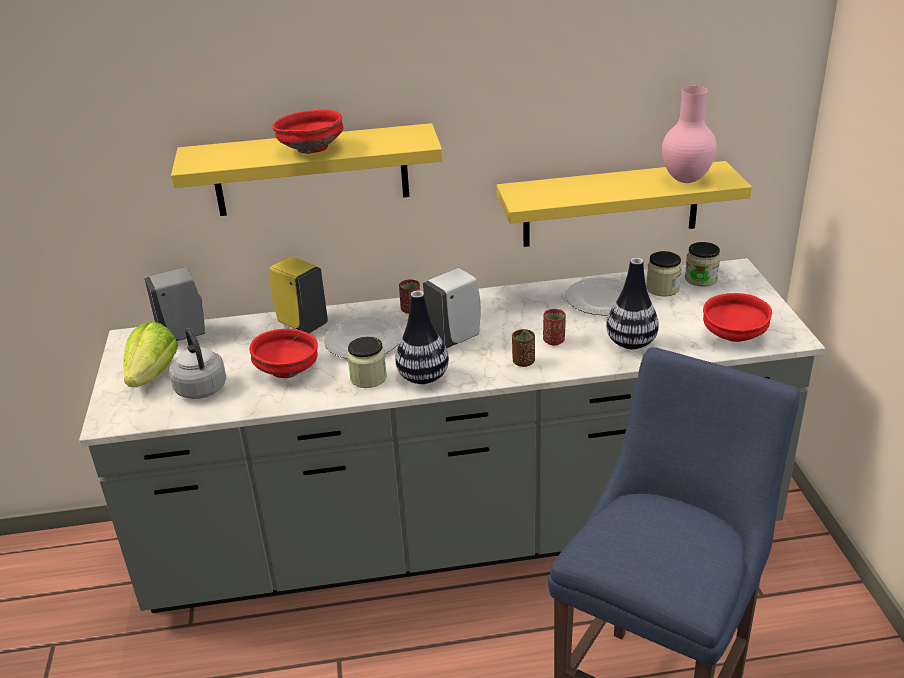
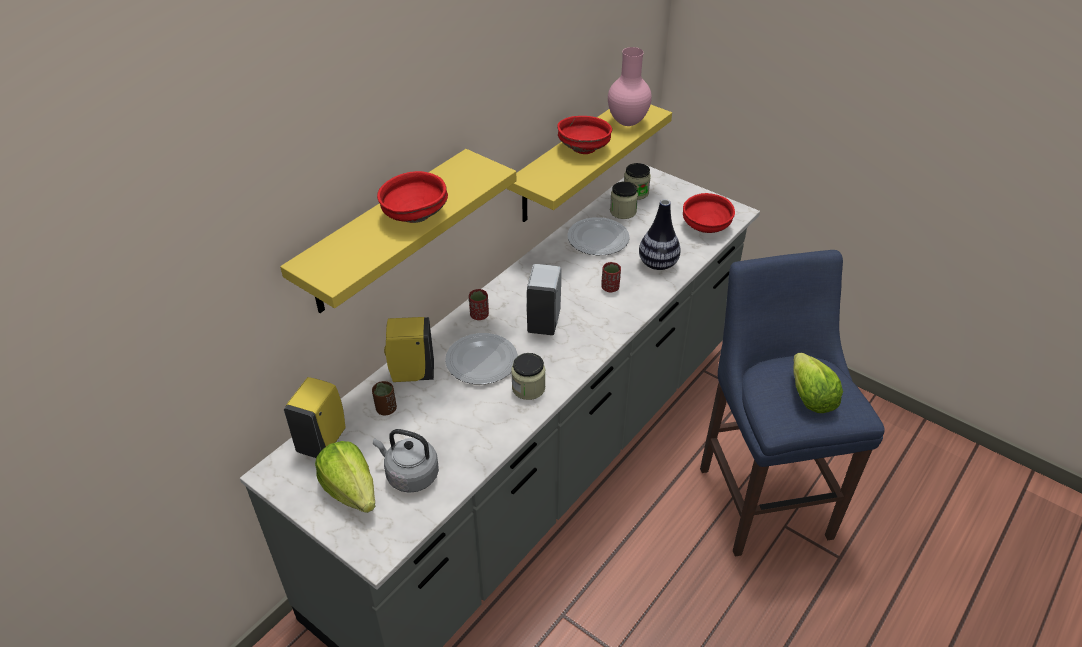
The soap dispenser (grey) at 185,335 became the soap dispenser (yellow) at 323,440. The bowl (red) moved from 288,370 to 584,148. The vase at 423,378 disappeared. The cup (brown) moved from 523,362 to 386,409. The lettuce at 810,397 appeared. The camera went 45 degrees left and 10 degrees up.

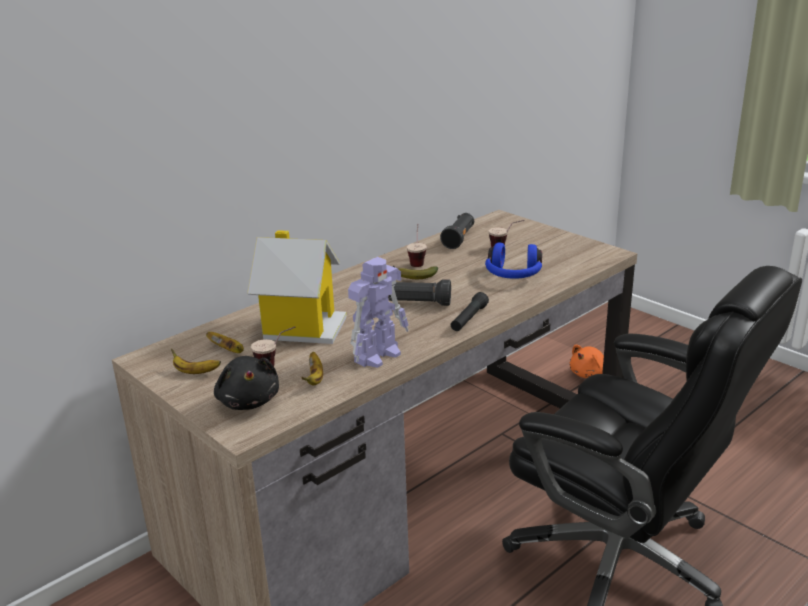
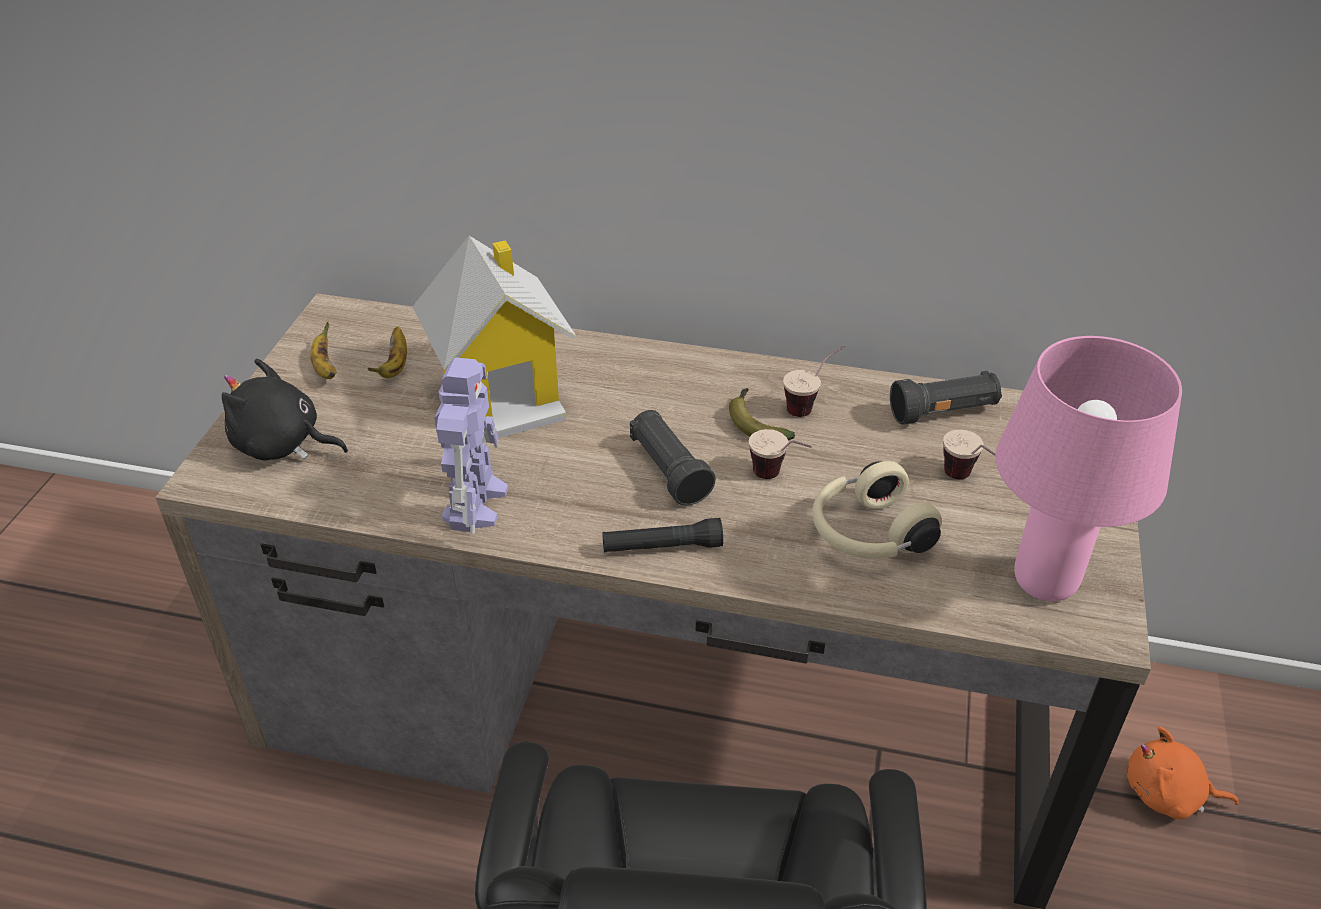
The plush toy (black) at 249,401 turned 75 degrees clockwise. The cup moved from 276,365 to 778,479. The banana at 315,378 disappeared. The toy robot at 378,355 turned 90 degrees counterclockwise. The headphones (blue) at 513,275 became the headphones (beige) at 867,534. The table lamp (pink) at 1046,582 appeared. The camera went 55 degrees right and 15 degrees up.

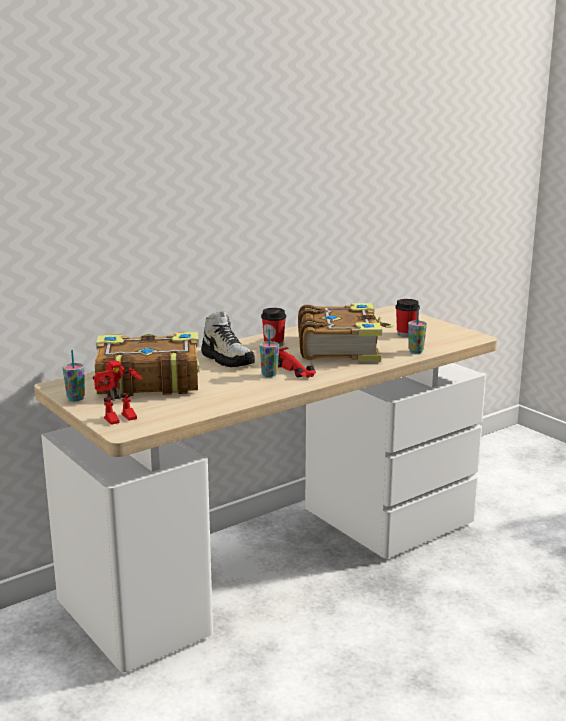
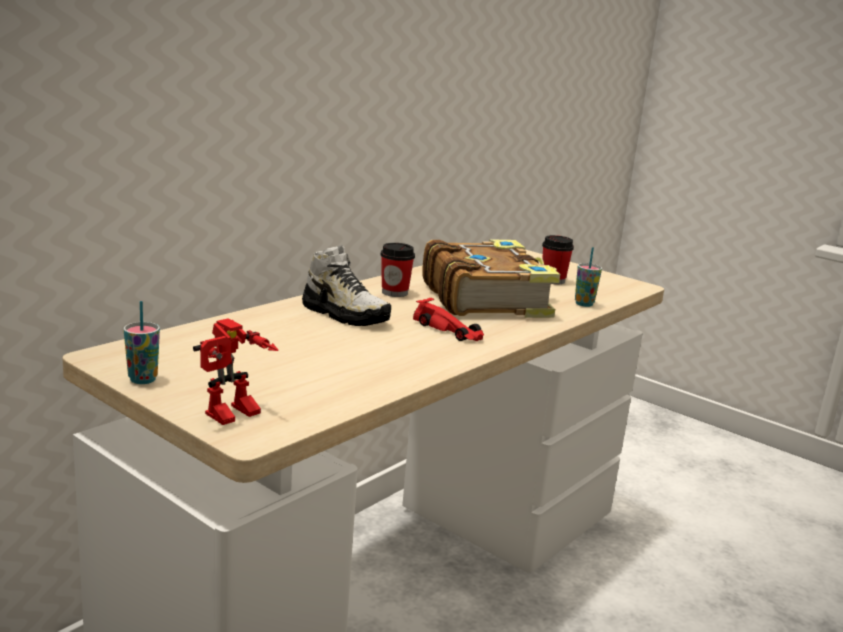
The book at 147,381 disappeared. The cup at 269,374 disappeared. The camera went 15 degrees left and 0 degrees up.

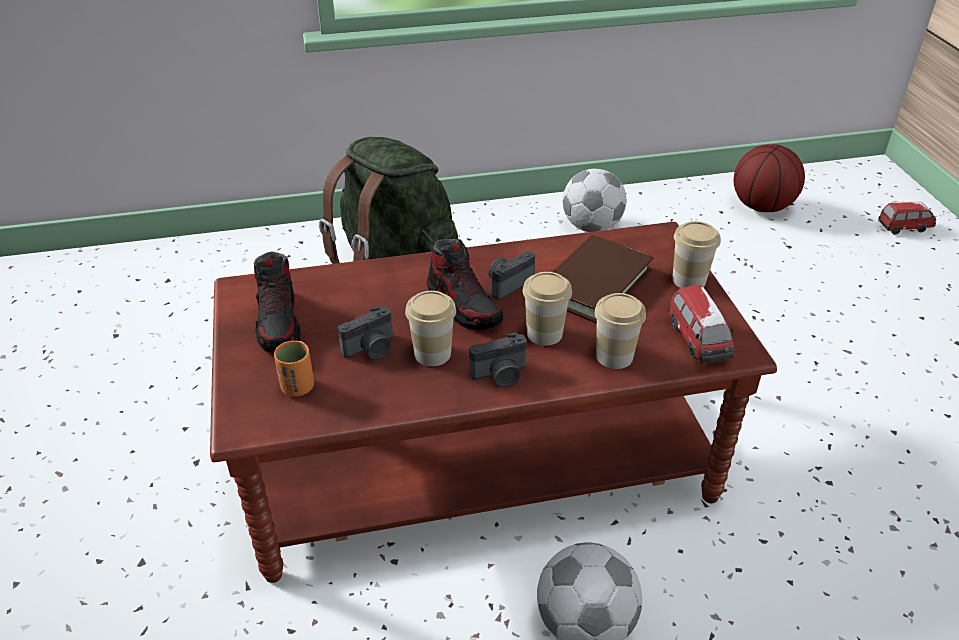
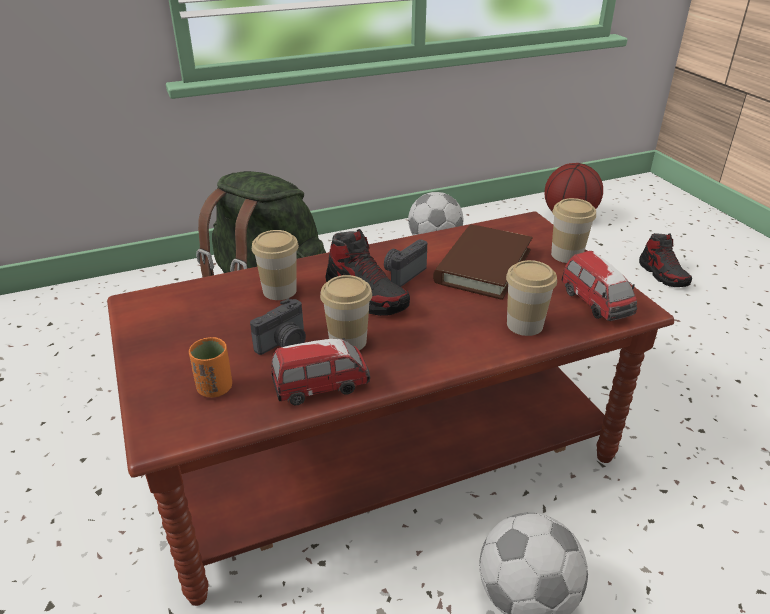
The shoe moved from 279,323 to 663,274. The photo camera at 500,375 disappeared. The cup moved from 544,333 to 279,291. The toy car moved from 904,227 to 321,386. The camera went 10 degrees left and 5 degrees down.

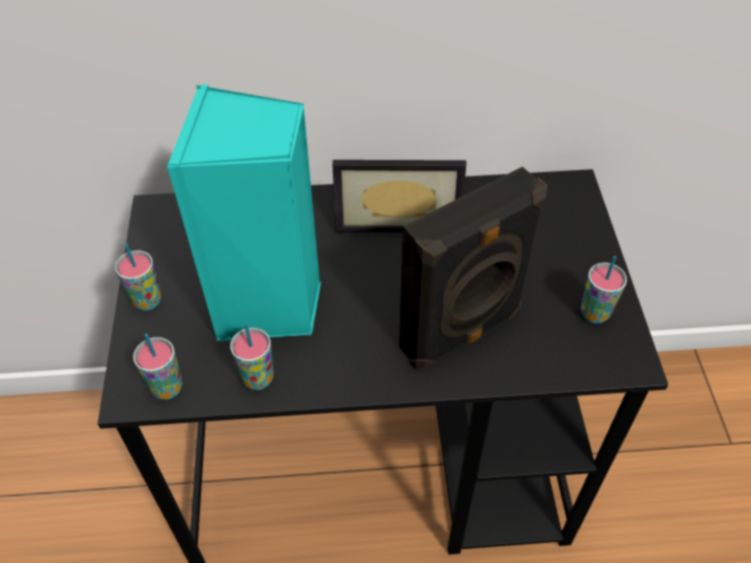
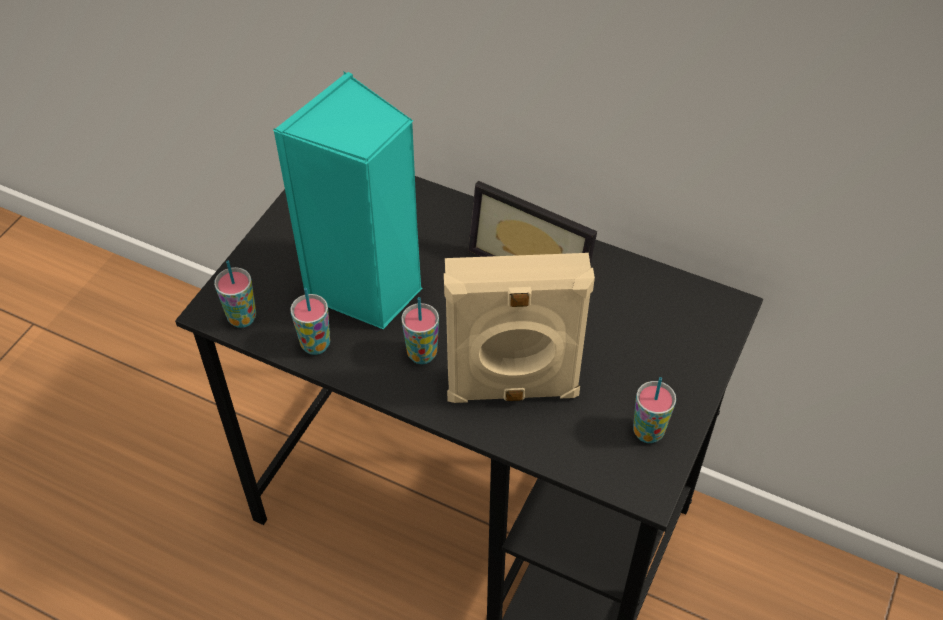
The cup moved from 147,301 to 422,354. The speaker (black) at 462,333 became the speaker (beige) at 512,390. The camera went 30 degrees right and 0 degrees up.

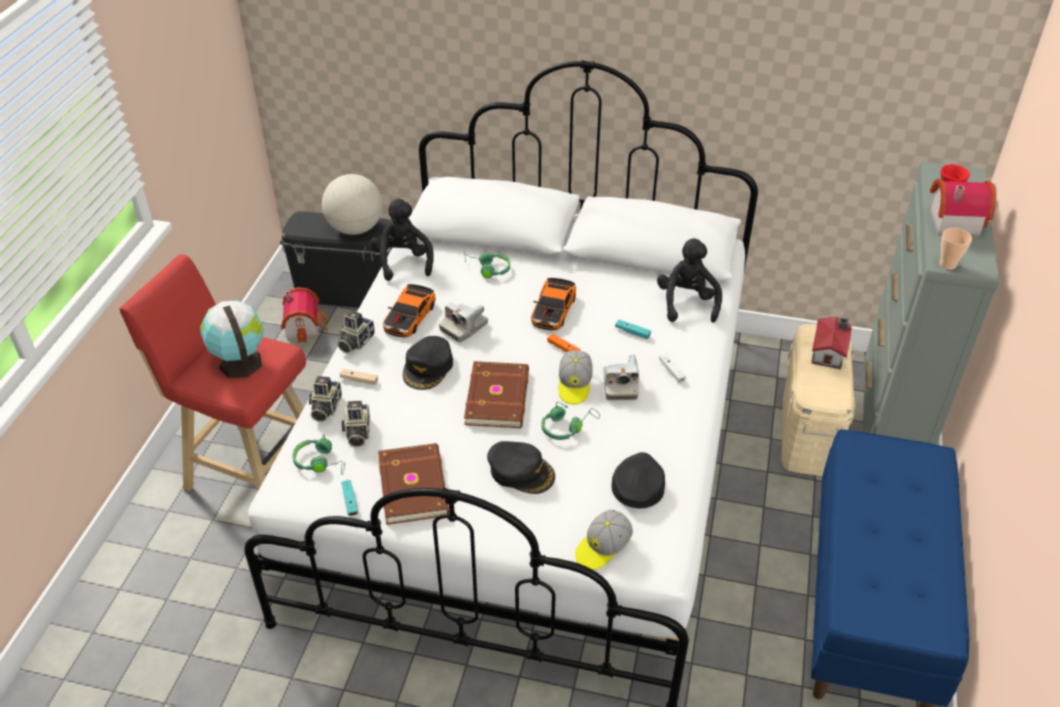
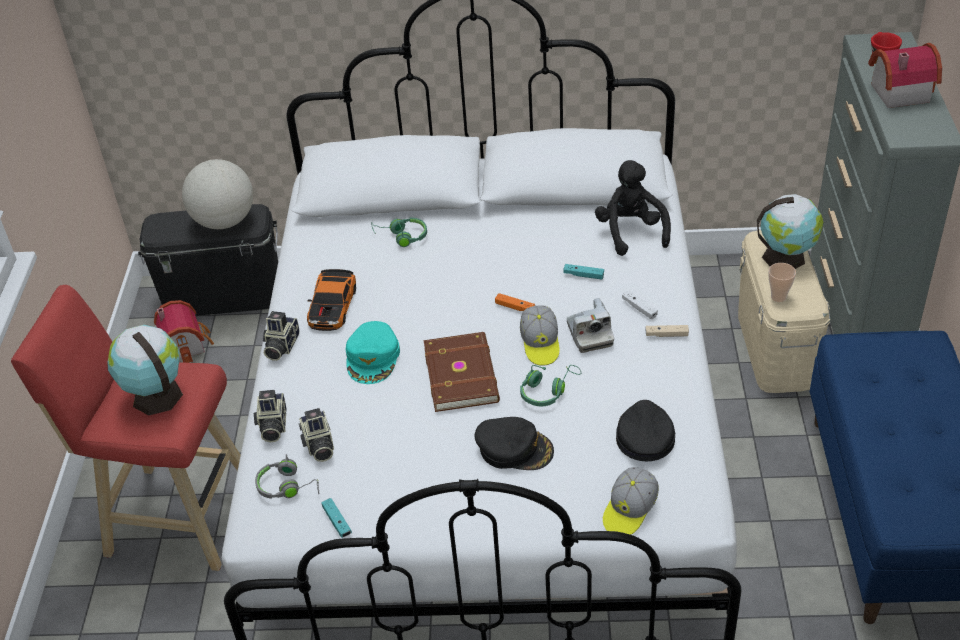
The headphones (green) at 320,462 became the headphones (grey) at 288,486. The game controller (beige) moved from 359,380 to 666,335. The plush toy (black) at 403,261 disappeared. The book (brown) at 415,485 disappeared. The cap (black) at 428,367 became the cap (turquoise) at 373,358. The photo camera at 464,327 disappeared. The toy car at 554,310 disappeared. The toy house at 829,352 was replaced by the globe at 786,257. The cup moved from 947,264 to 778,297. The camera went 10 degrees left and 0 degrees up.

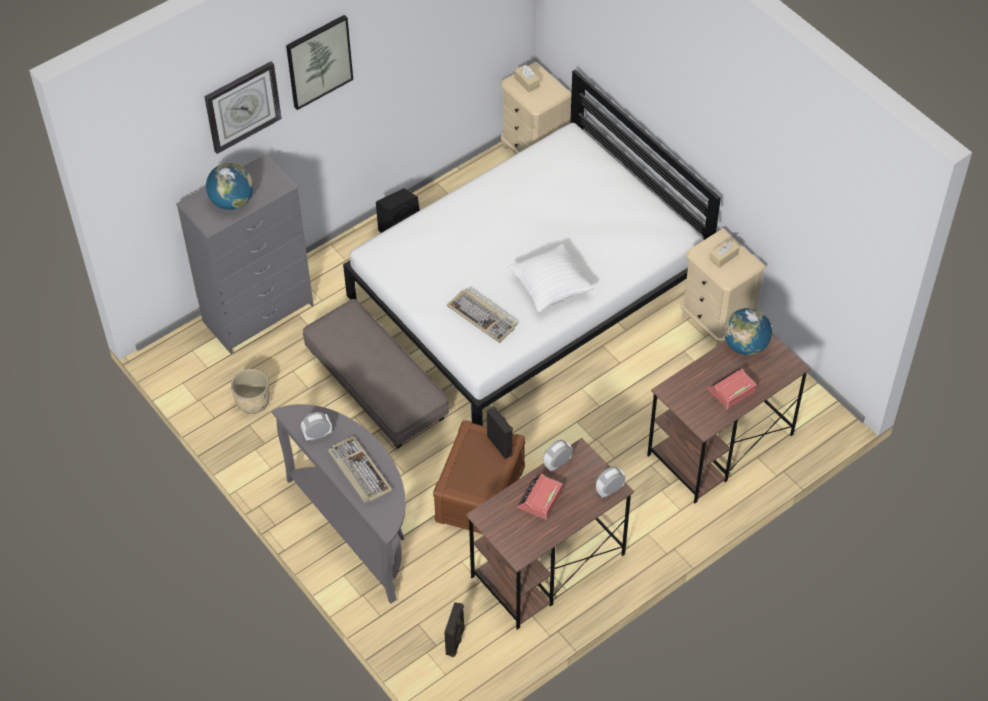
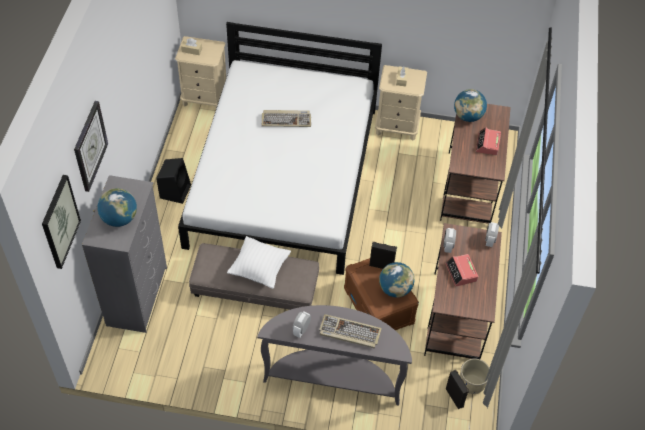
The planter (beige) moved from 252,402 to 471,383. The picture moved from 318,61 to 59,221. The keyboard moved from 483,317 to 286,120. The pillow (white) moved from 550,289 to 259,269. The globe at 395,289 appeared. The camera went 45 degrees left and 0 degrees up.

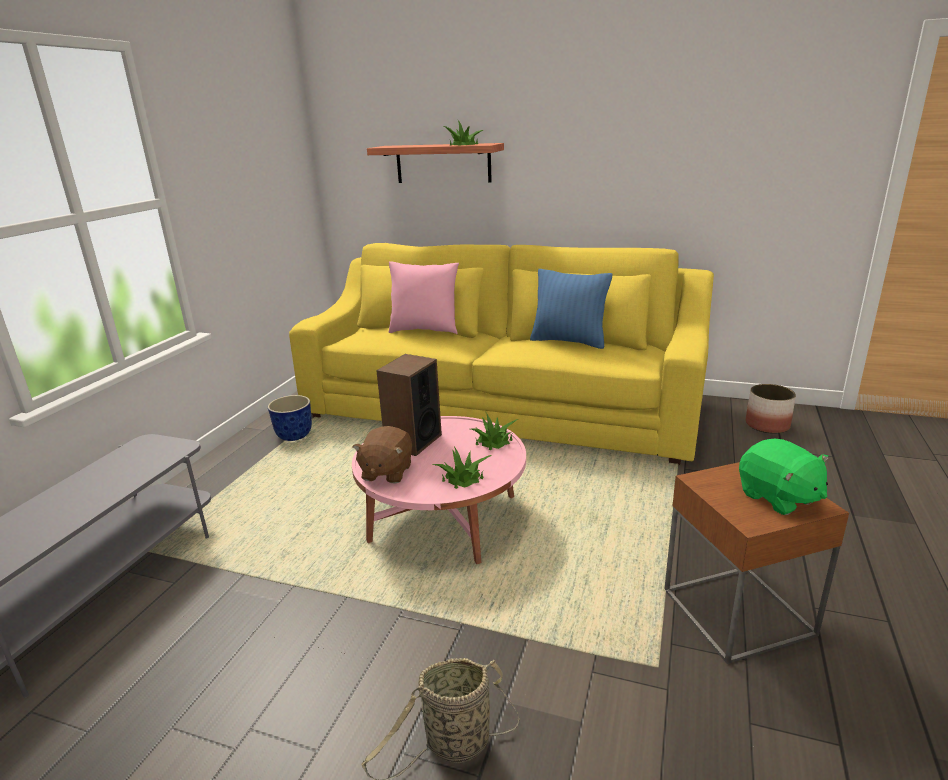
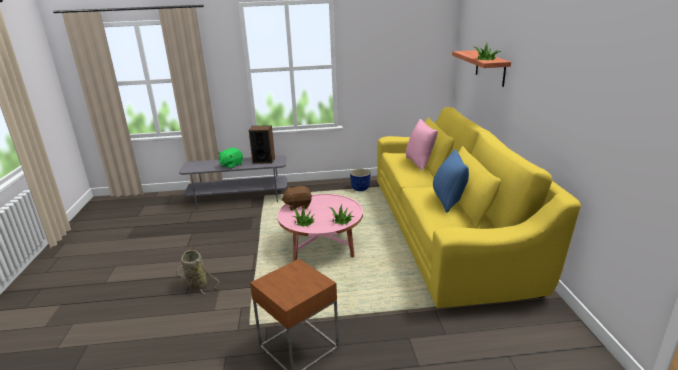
The speaker moved from 413,441 to 263,160. The plush toy (green) moved from 778,497 to 231,165. The planter at 767,425 disappeared. The camera went 65 degrees right and 0 degrees up.

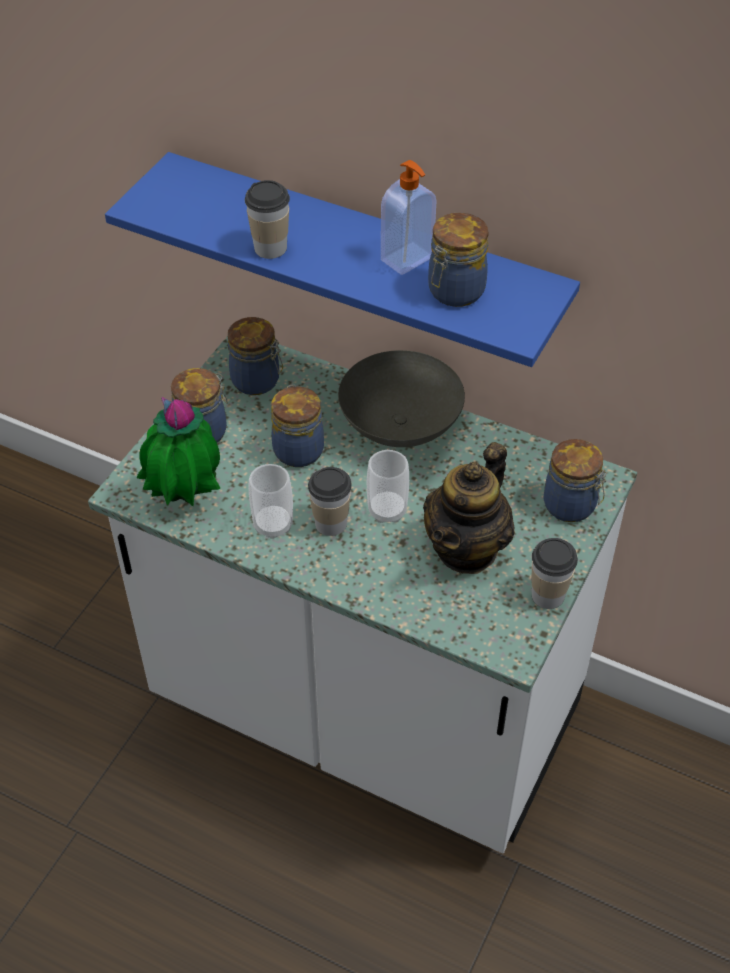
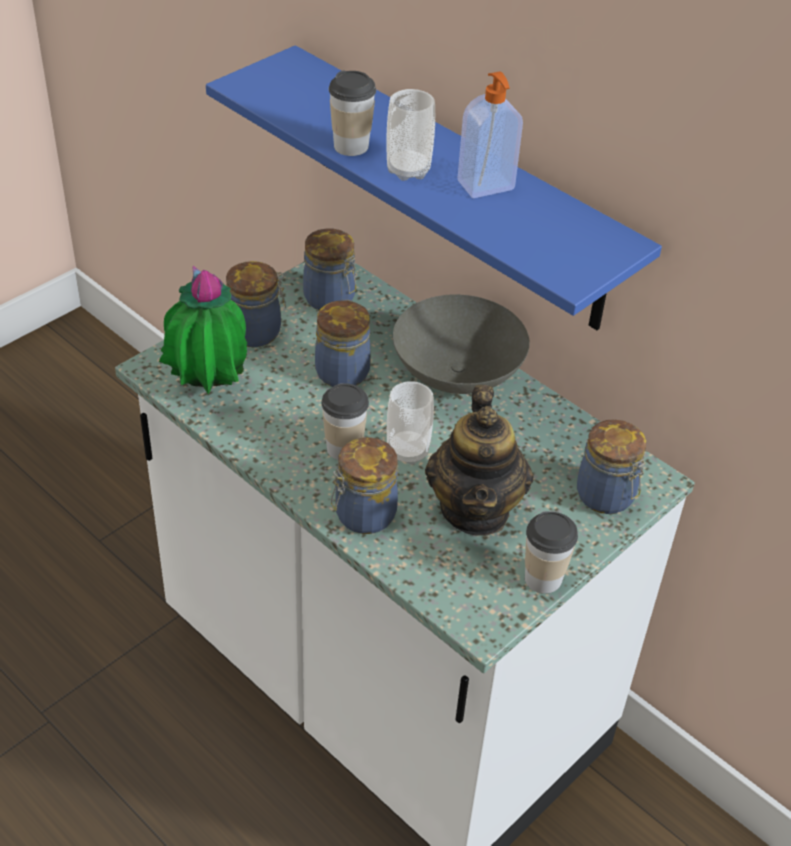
The cup moved from 273,525 to 408,170. The teapot at 467,548 turned 45 degrees counterclockwise. The jar moved from 454,292 to 362,515. The camera went 15 degrees right and 5 degrees down.

